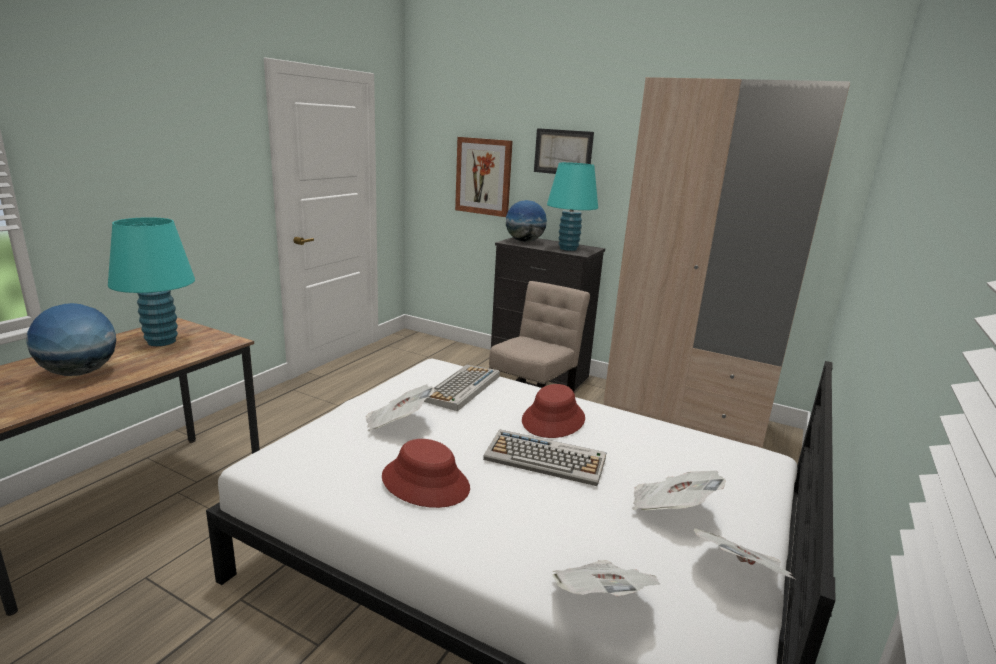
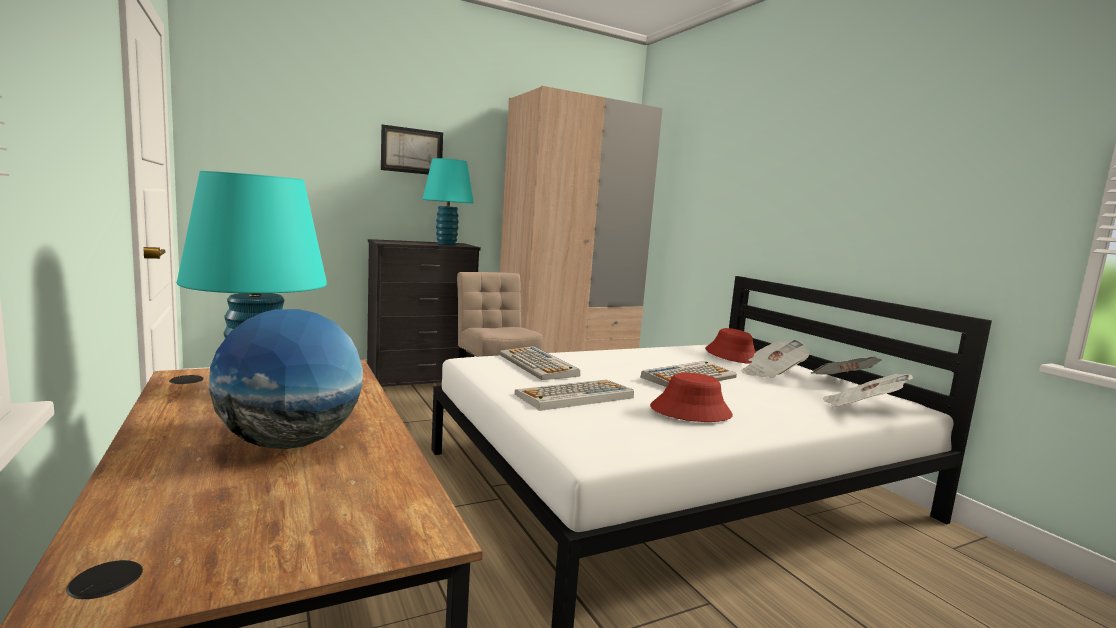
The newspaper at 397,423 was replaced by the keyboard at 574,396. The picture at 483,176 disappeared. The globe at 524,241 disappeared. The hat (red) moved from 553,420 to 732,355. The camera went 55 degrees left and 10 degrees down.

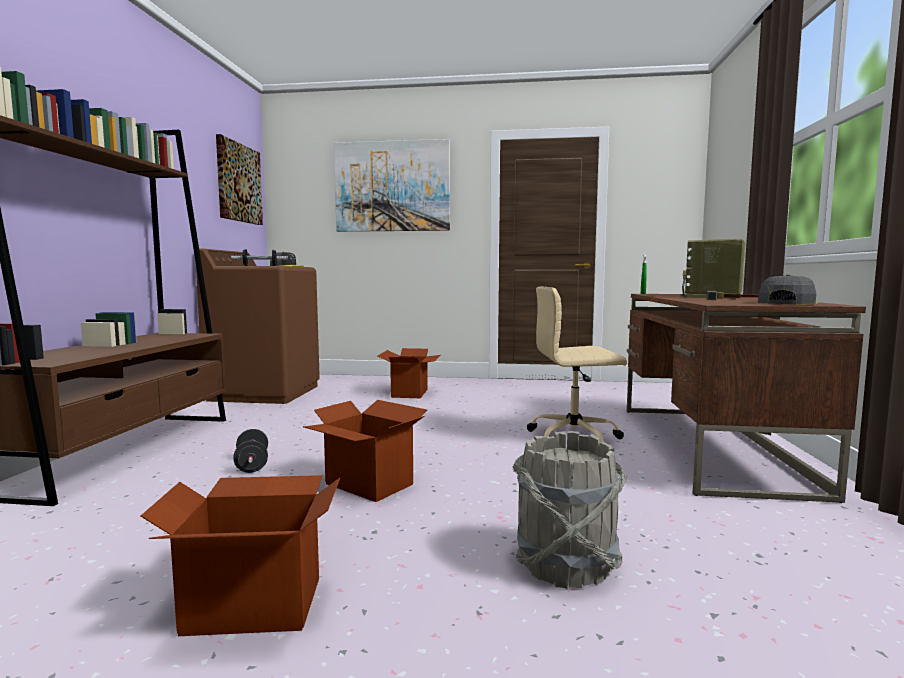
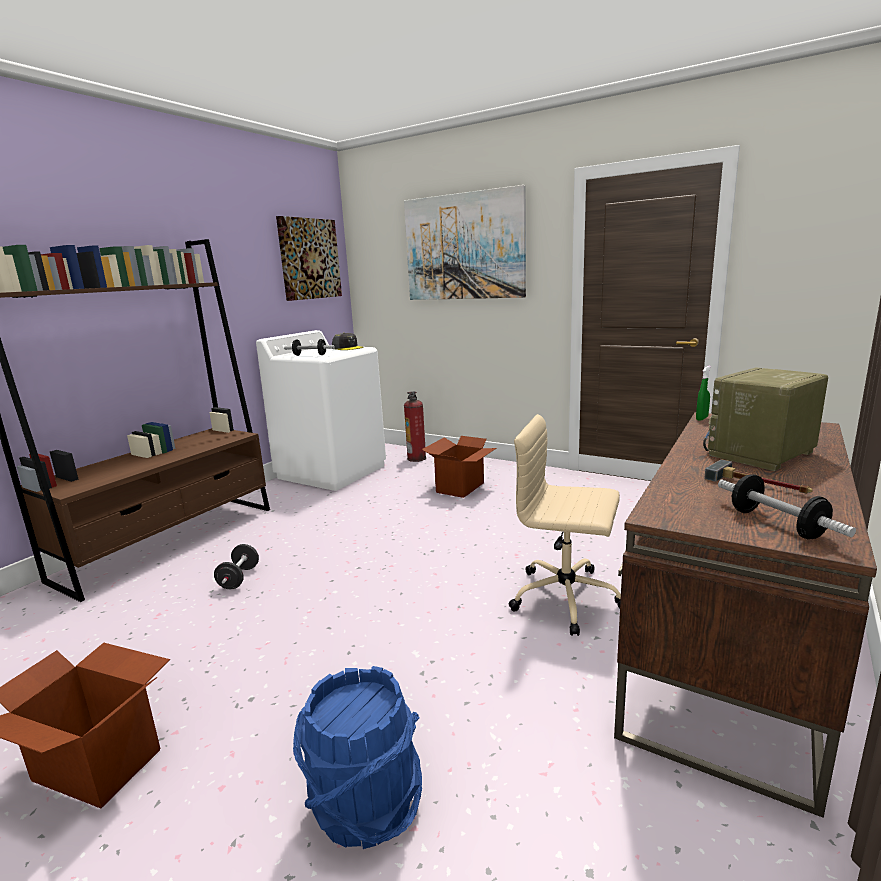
The washing machine (brown) at 265,393 became the washing machine (white) at 332,471. The cardboard box at 368,484 disappeared. The bucket (grey) at 565,564 became the bucket (blue) at 365,806. The cap (grey) at 787,303 was replaced by the dumbbell at 776,524. The fire extinguisher at 417,458 appeared. The camera went 25 degrees right and 10 degrees up.

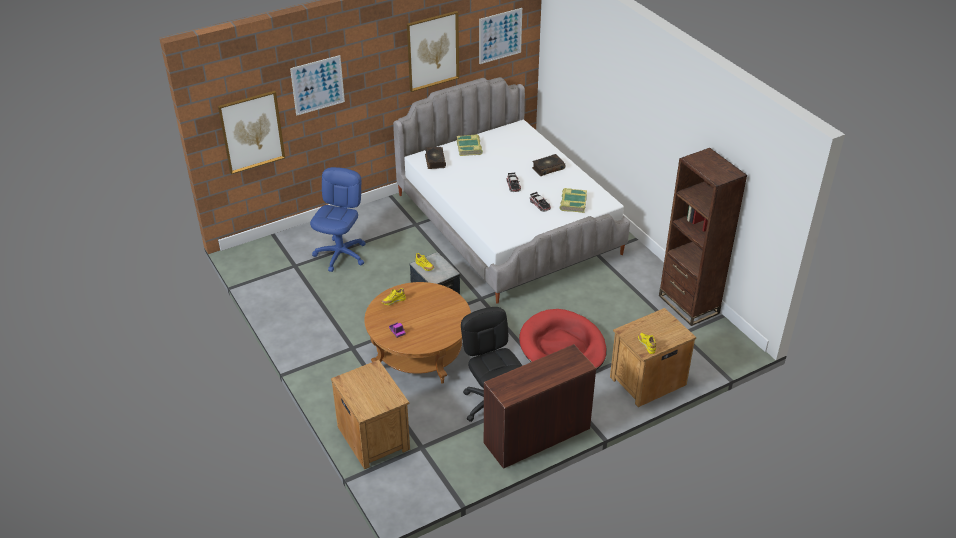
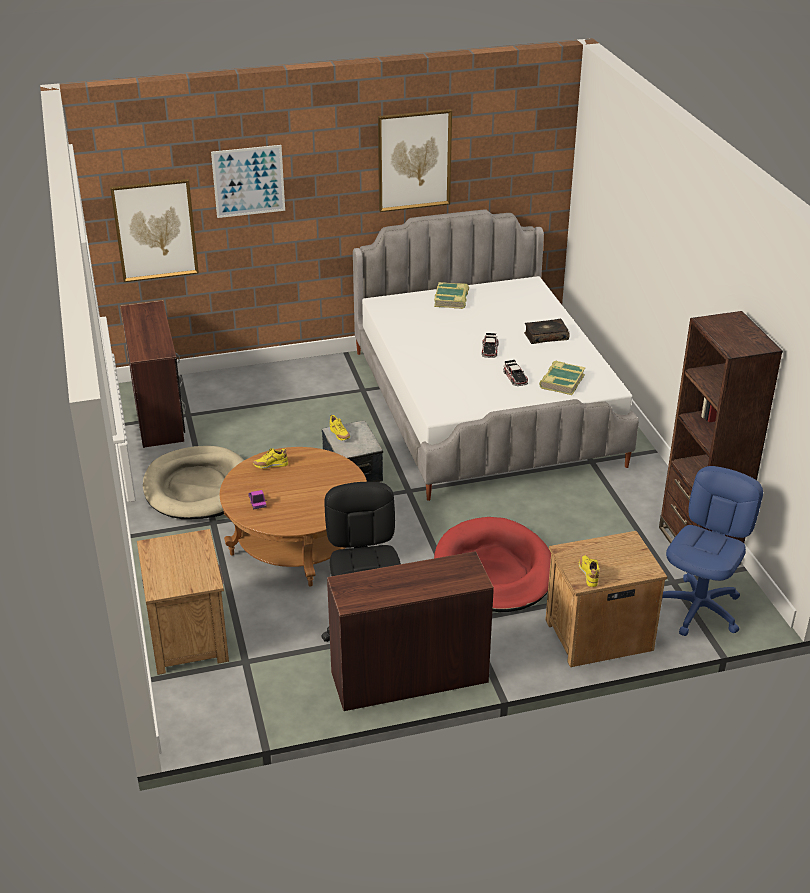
The office chair (blue) moved from 341,255 to 699,609. The book at 435,161 disappeared. The picture at 500,35 disappeared. The desk (brown) at 159,413 appeared. The dog bed (beige) at 198,487 appeared. The camera went 15 degrees right and 5 degrees down.

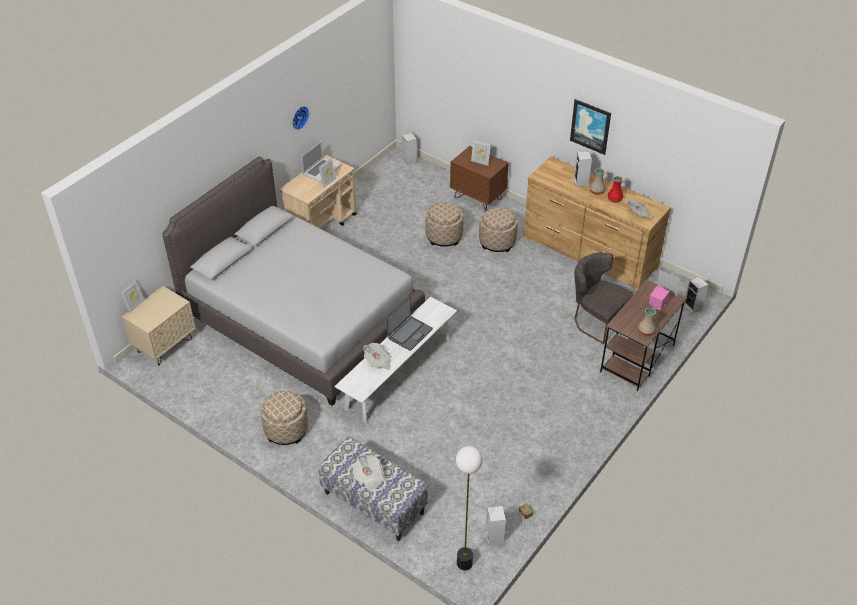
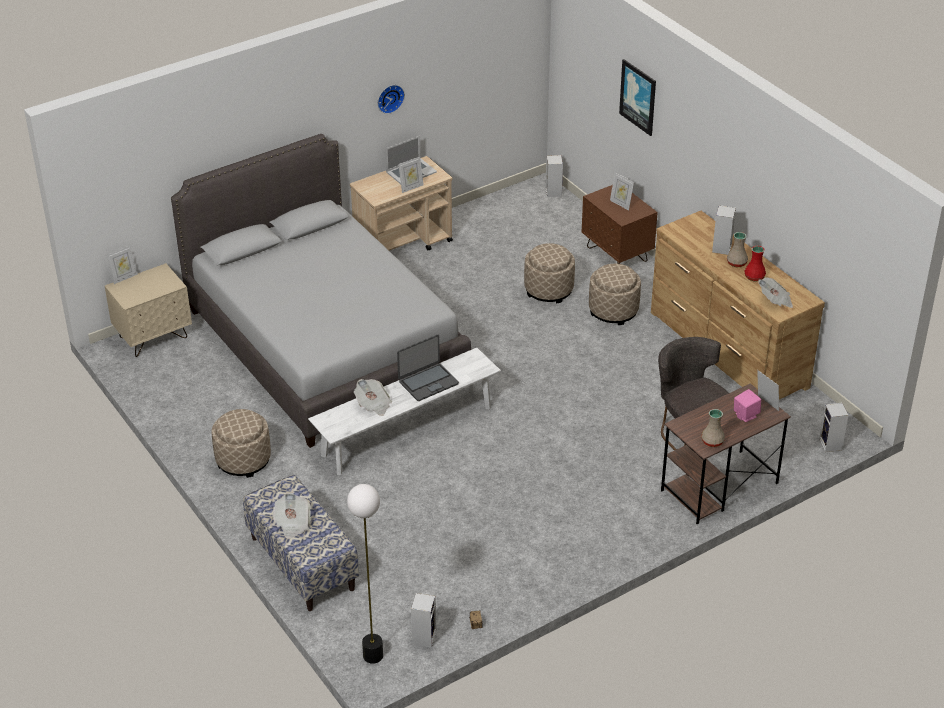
The picture moved from 590,126 to 638,97. The camera went 20 degrees right and 5 degrees down.

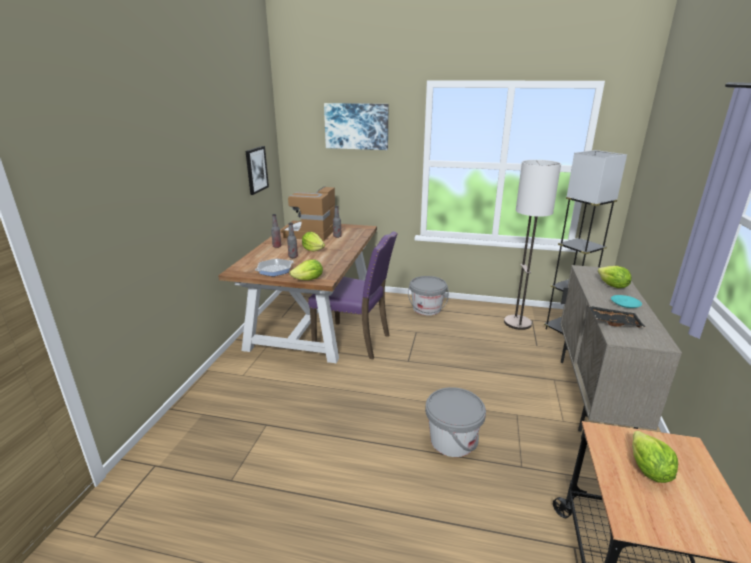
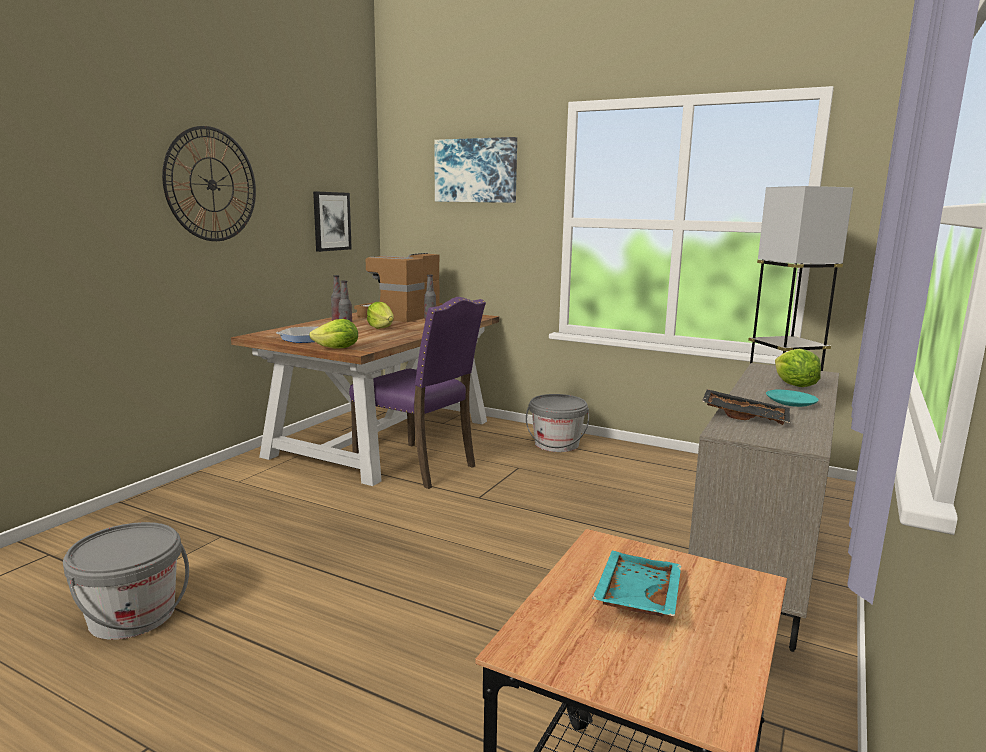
The bucket (grey) moved from 452,440 to 132,616. The floor lamp at 517,323 disappeared. The lettuce at 647,470 was replaced by the tray (turquoise) at 635,597. The wall clock at 212,184 appeared. The camera went 15 degrees right and 10 degrees down.

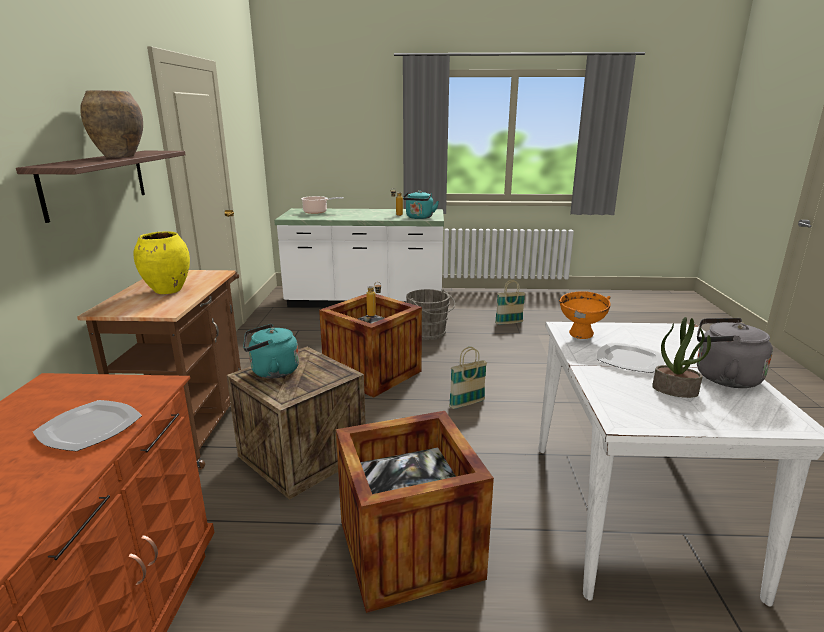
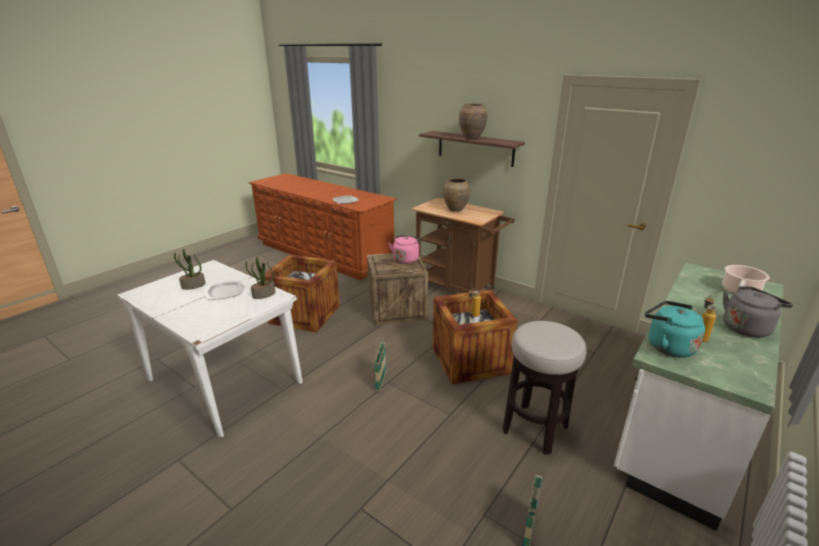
The vase (yellow) at 168,290 became the vase (brown) at 455,210. The kettle (turquoise) at 272,371 became the kettle (pink) at 406,259. The bucket (grey) at 429,333 was replaced by the stool at 535,429. The bowl (orange) at 581,336 was replaced by the potted plant at 263,295. The kettle (grey) moved from 722,377 to 747,328. The camera went 125 degrees right and 5 degrees up.

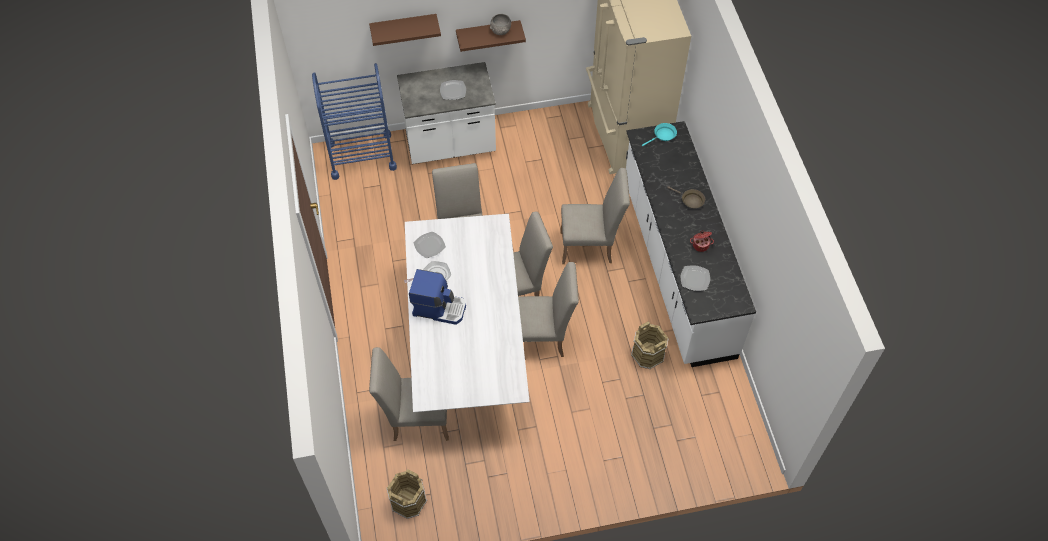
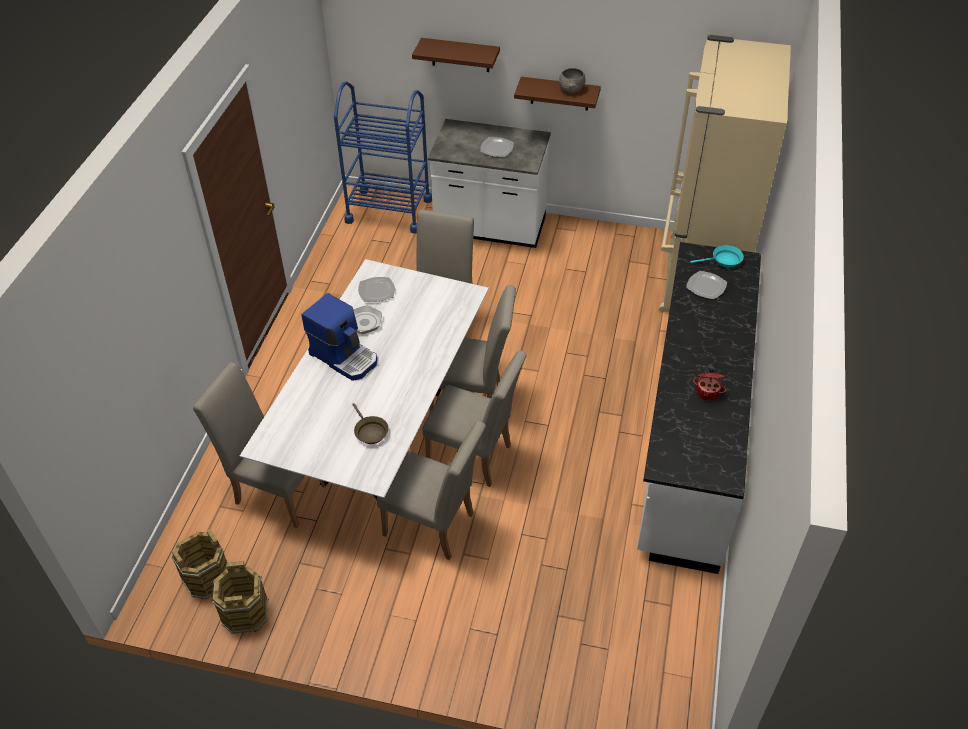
The chair (beige) moved from 591,247 to 435,527. The bucket (brown) moved from 647,355 to 245,613. The frying pan (brown) moved from 690,200 to 370,431. The plate moved from 694,279 to 705,286. The camera went 25 degrees right and 10 degrees down.

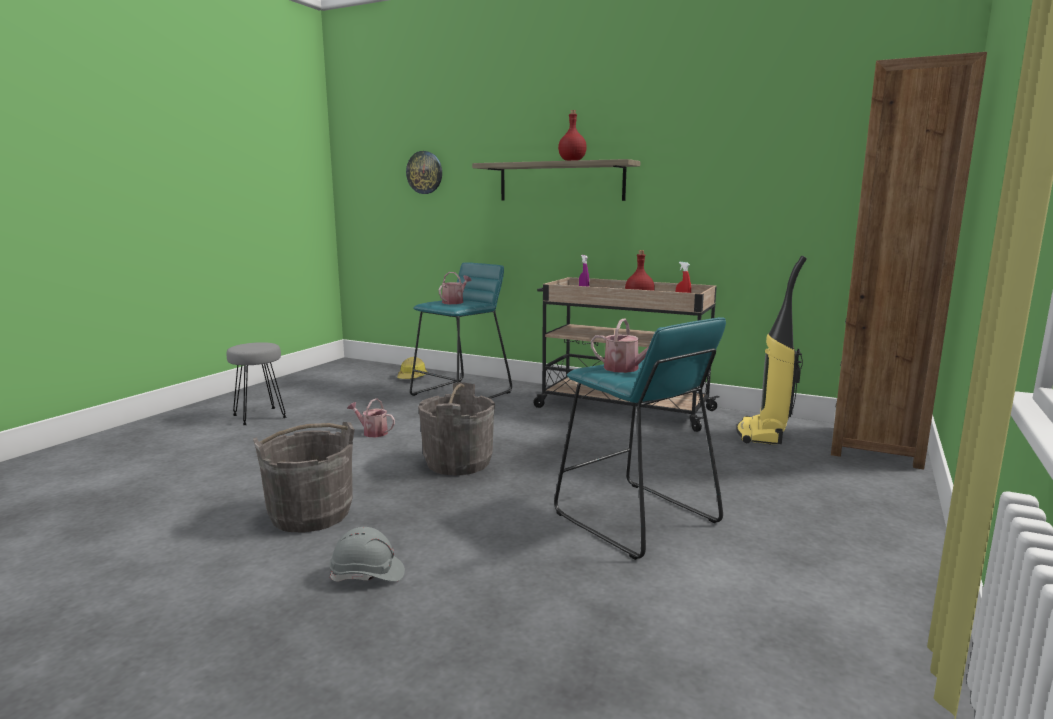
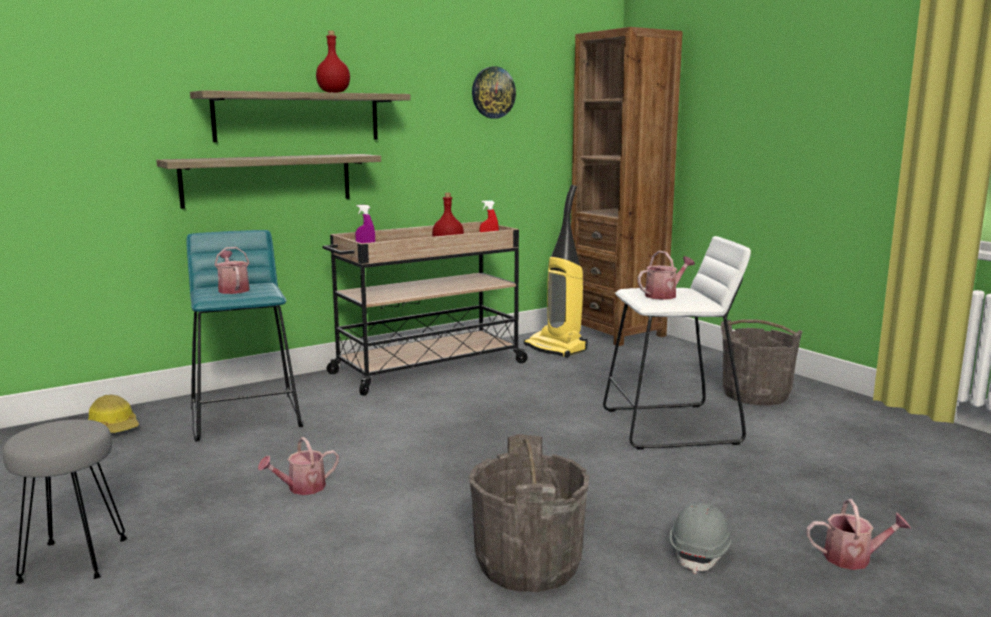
The wall clock moved from 424,172 to 493,92. The bucket (grey) moved from 458,463 to 755,394. The stool (turquoise) at 634,518 became the stool (white) at 671,426. The shelf at 268,180 appeared. The watering can at 853,558 appeared. The camera went 60 degrees left and 0 degrees up.

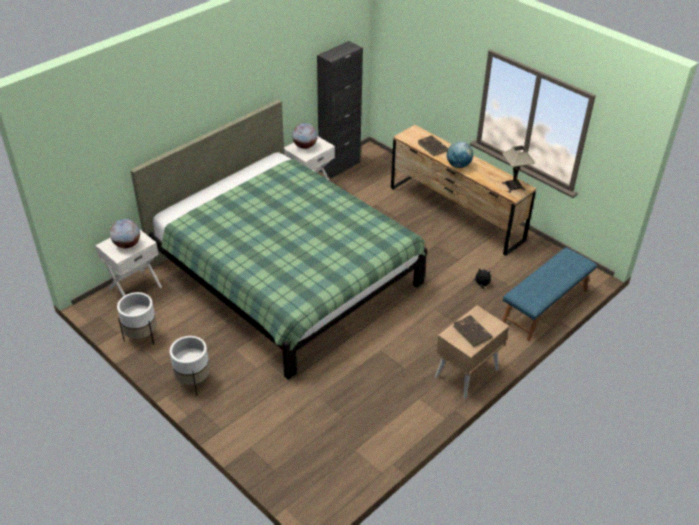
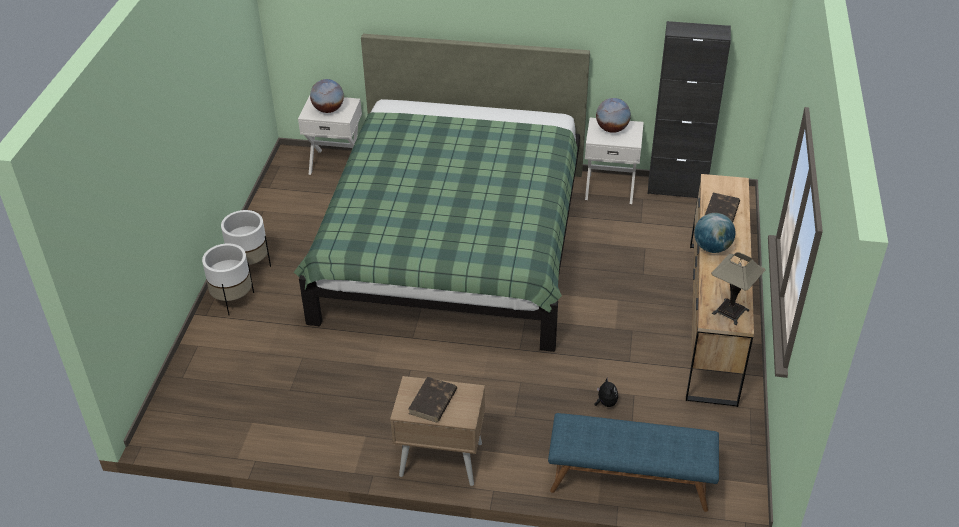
The planter (white) moved from 141,336 to 233,299. The camera went 55 degrees right and 0 degrees up.

